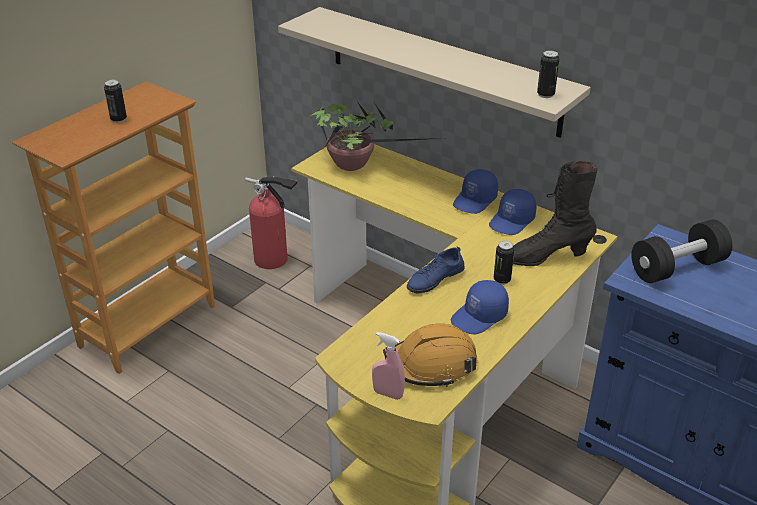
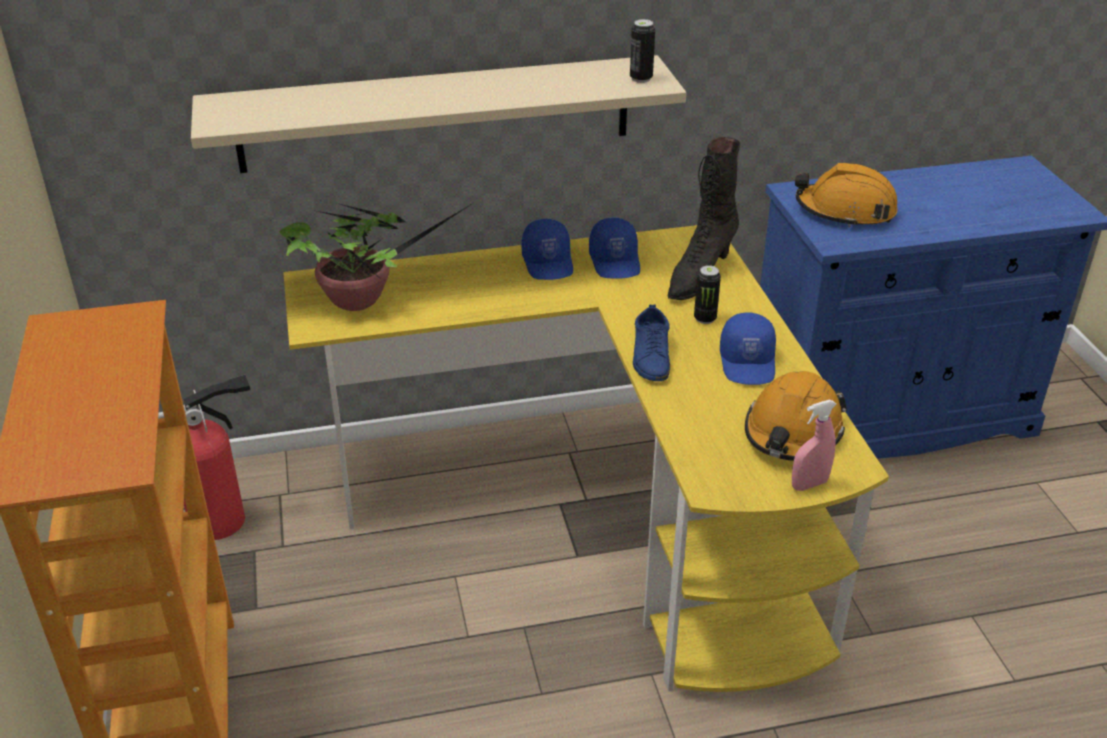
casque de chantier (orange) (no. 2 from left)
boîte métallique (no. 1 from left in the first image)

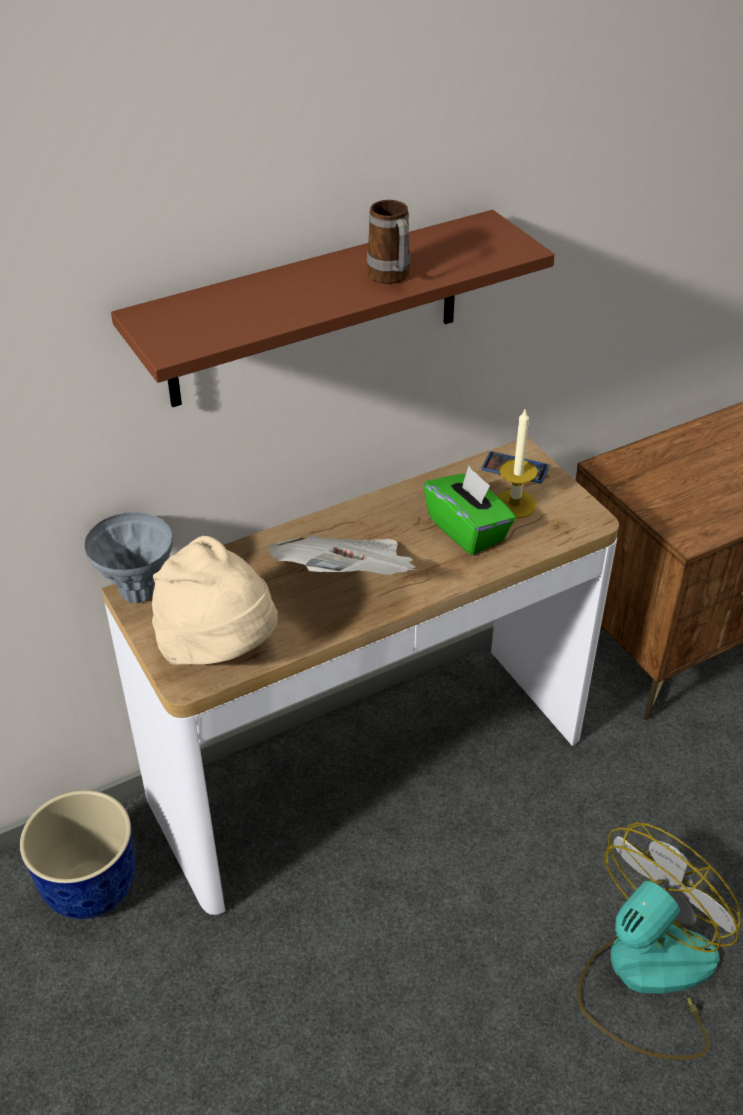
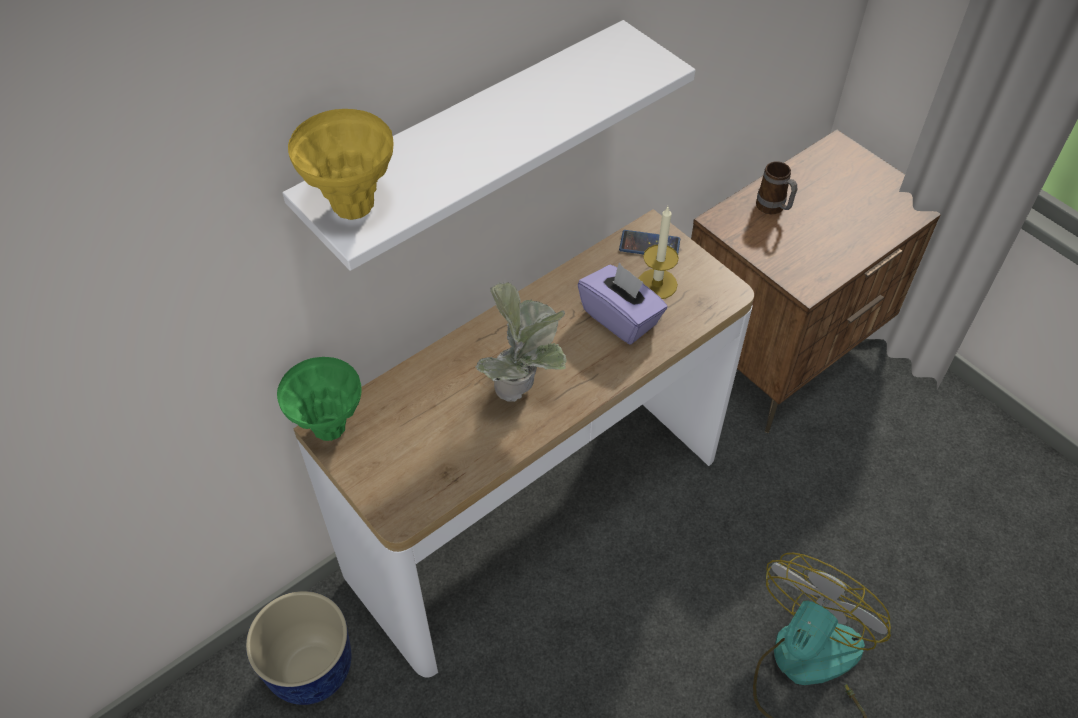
vase (vert)
étagère (blanc)
vase (jaune)
plante en pot
boîte à mouchoirs (violet)
mug
chapeau (beige)

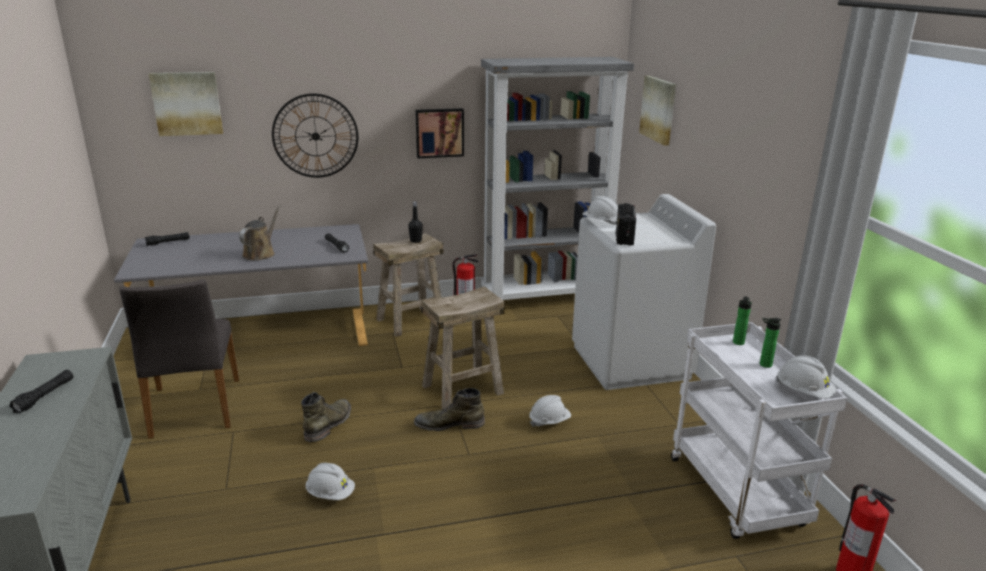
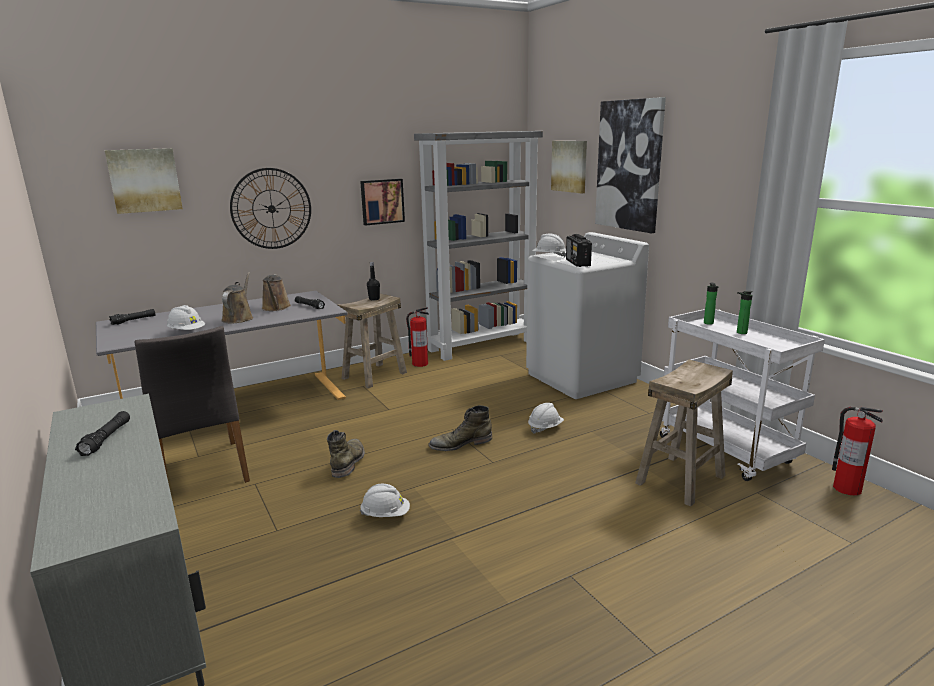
casque de chantier (blanc) (no. 1 from left)
arrosoir (marron) (no. 2 from left)
tableau (no. 4 from left)
tabouret (beige) (no. 2 from left)

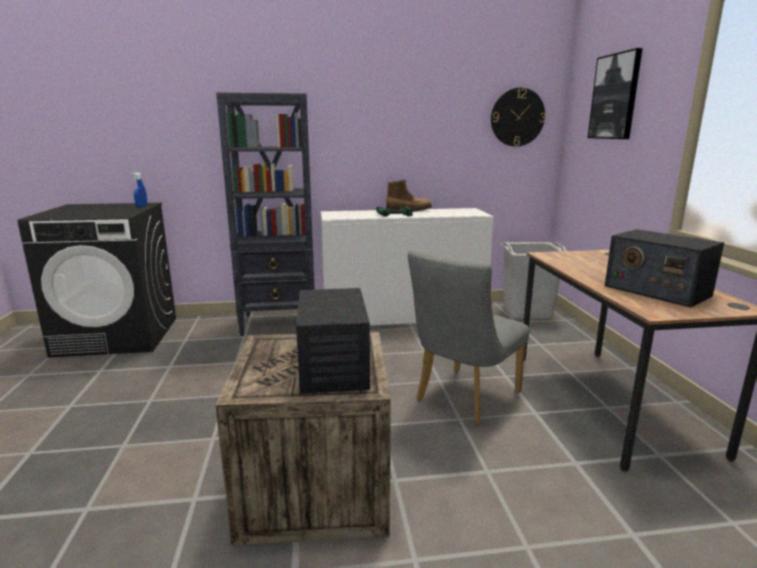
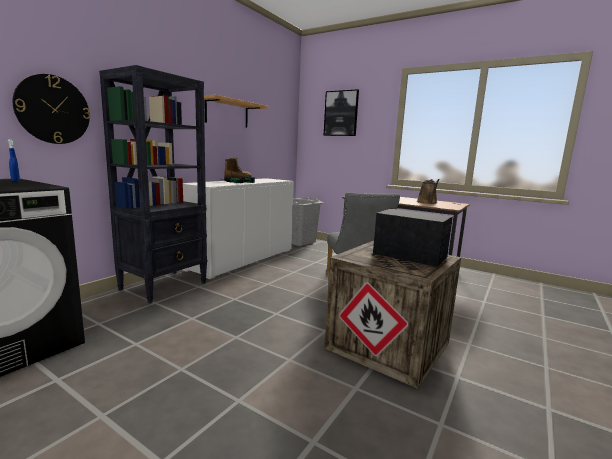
horloge murale
étagère
arrosoir (marron)

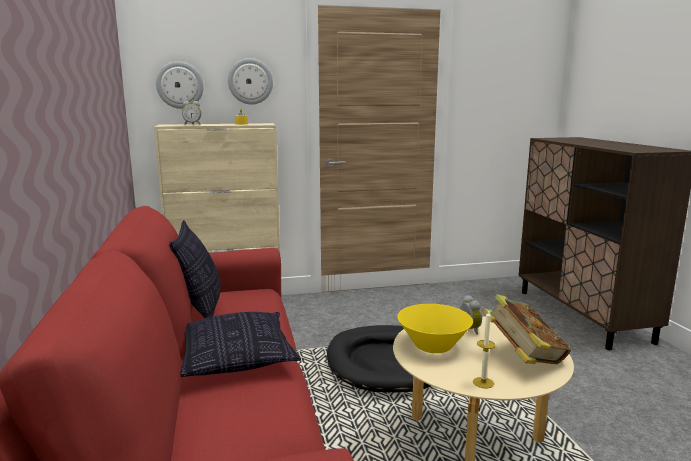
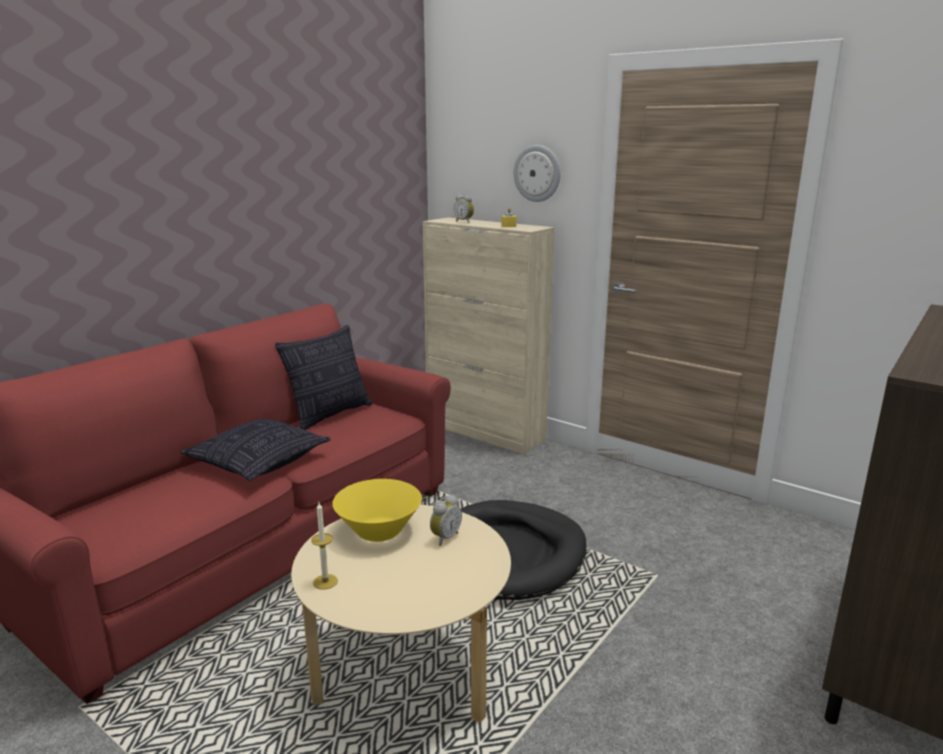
horloge murale (no. 1 from left in the first image)
livre

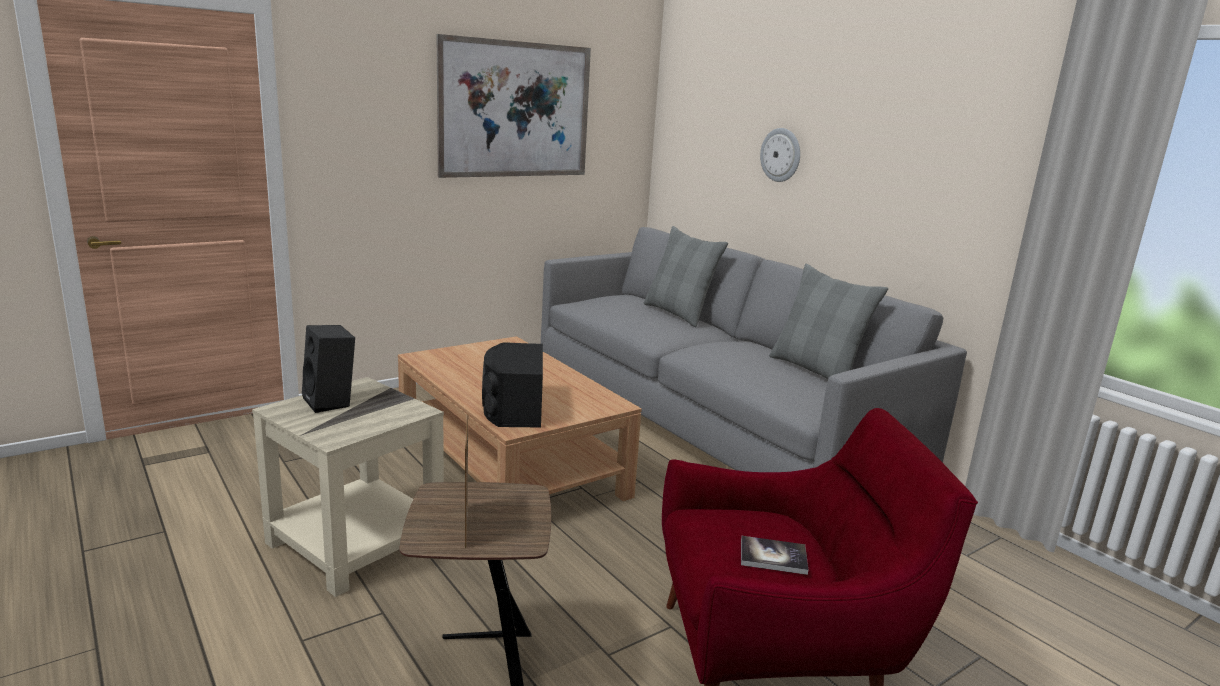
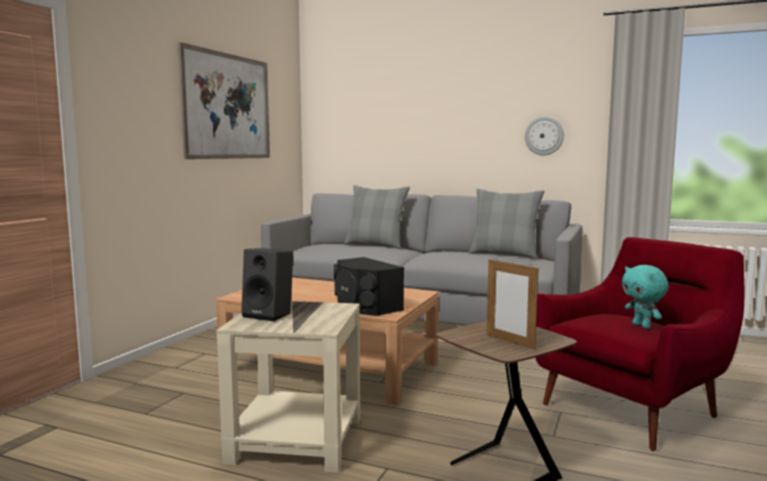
horloge murale
peluche (turquoise)

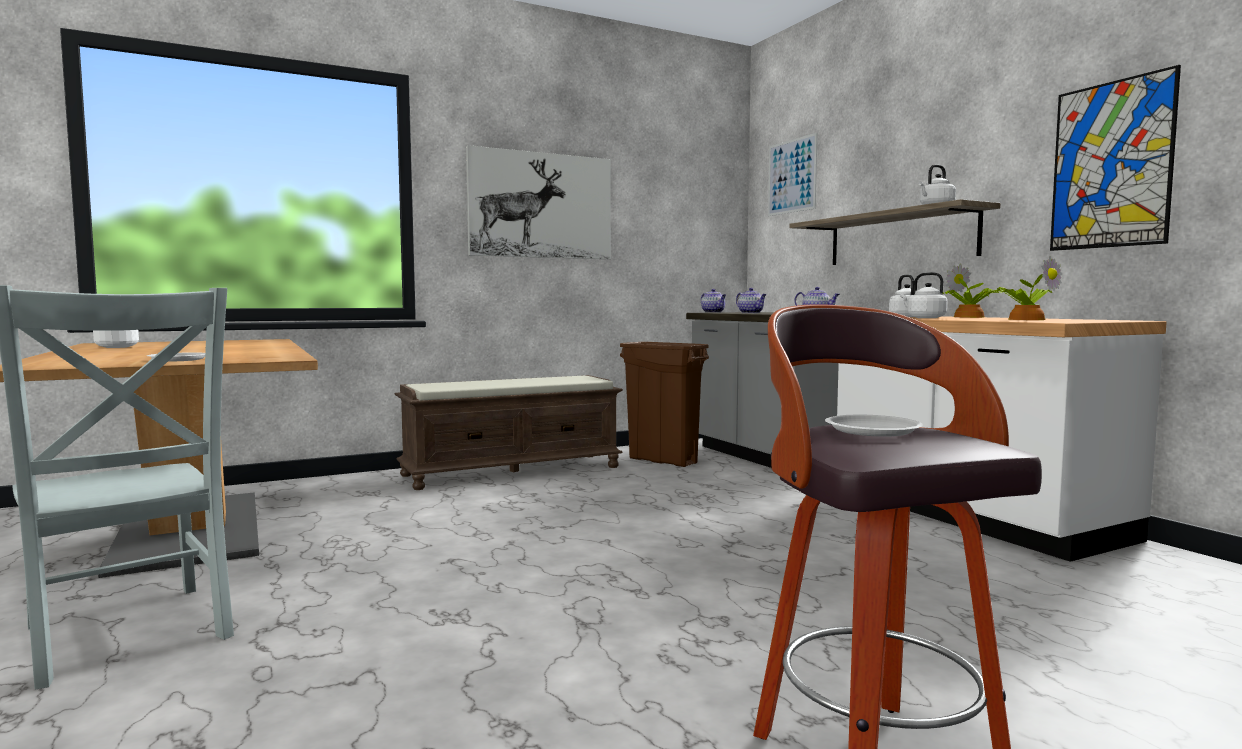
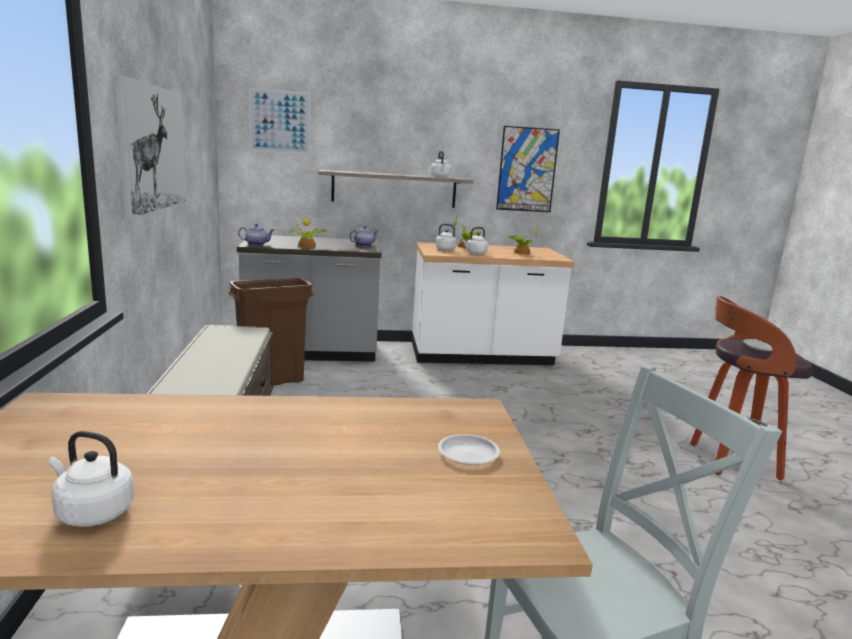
plante en pot (no. 1 from left)

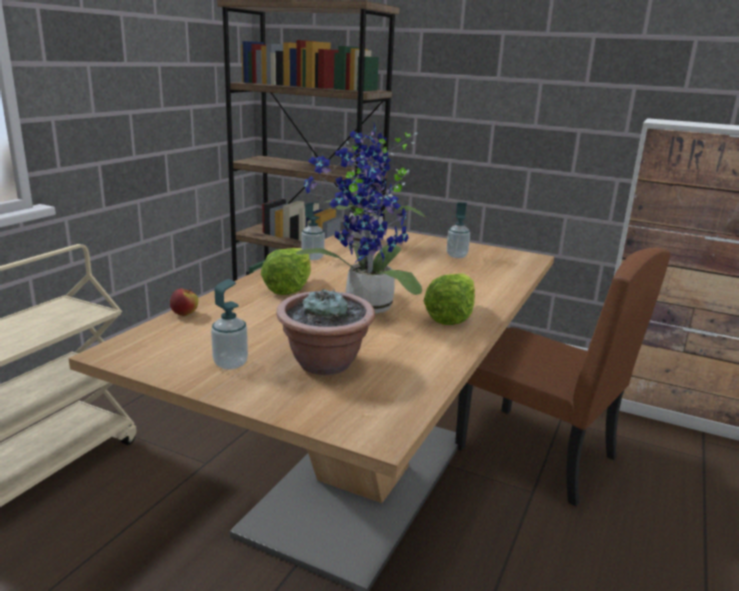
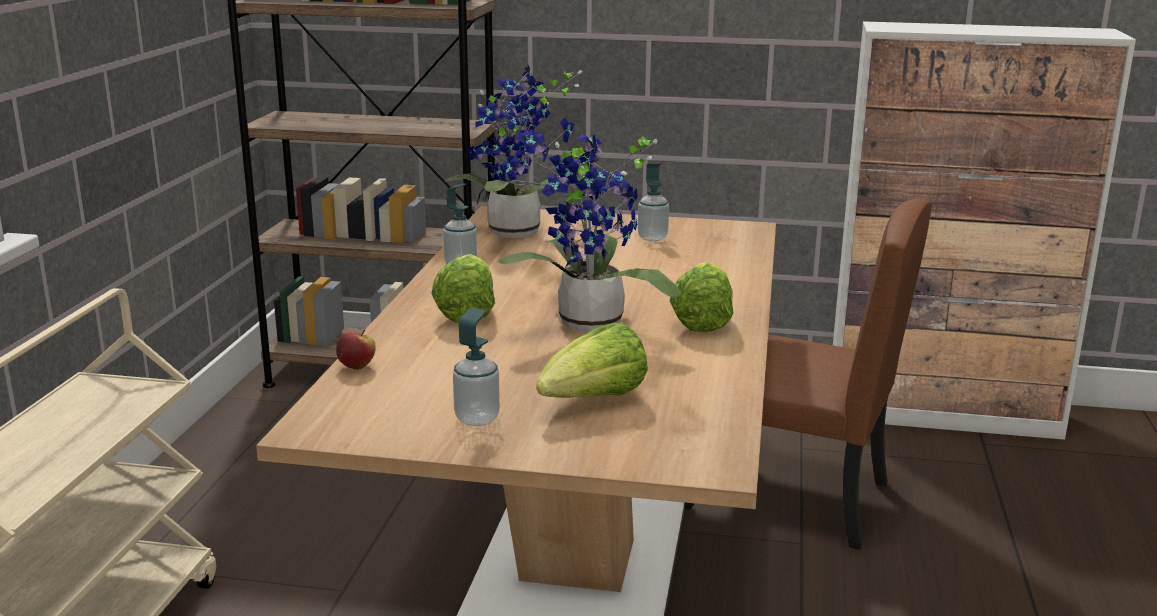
laitue (no. 2 from left)

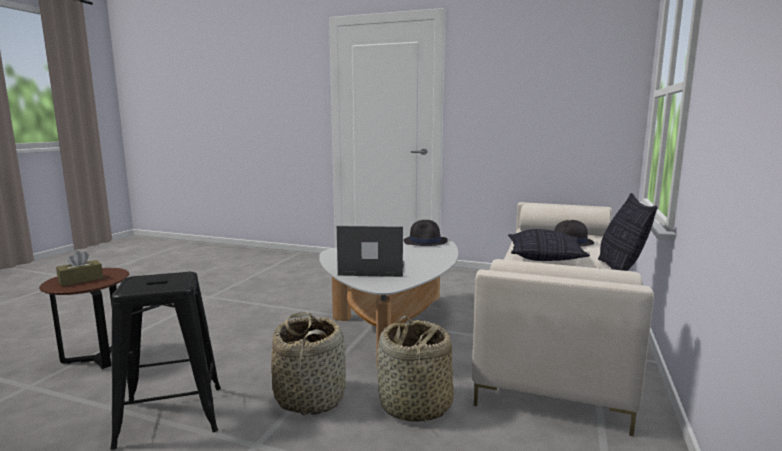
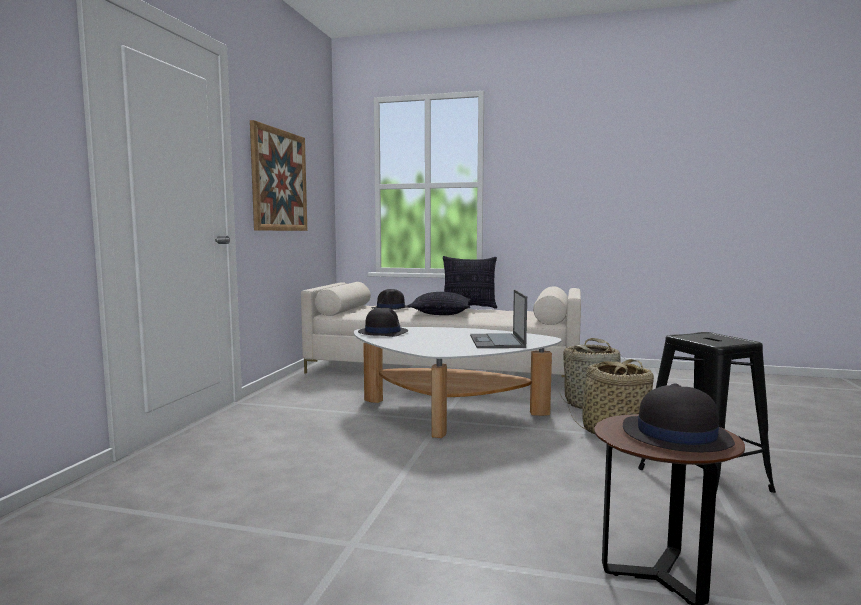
tableau
chapeau (noir) (no. 3 from left)

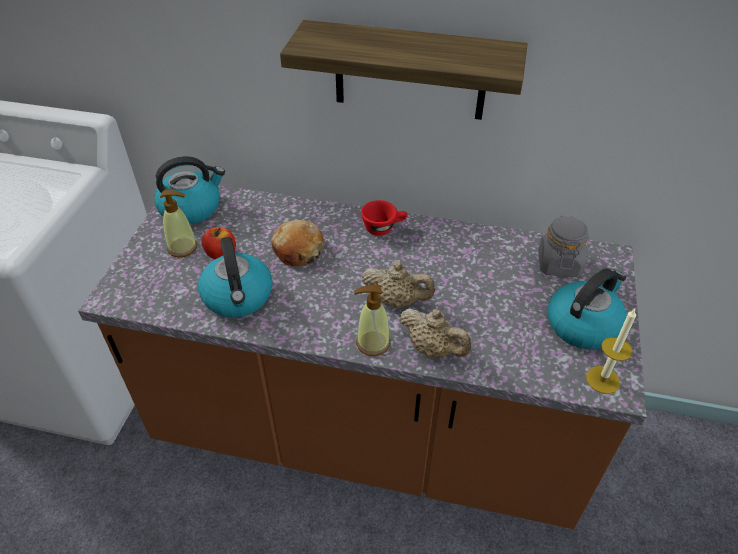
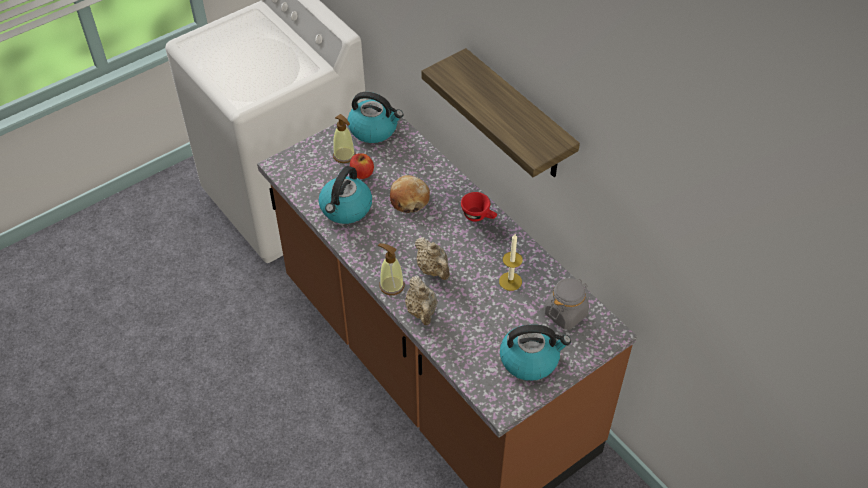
bougie

